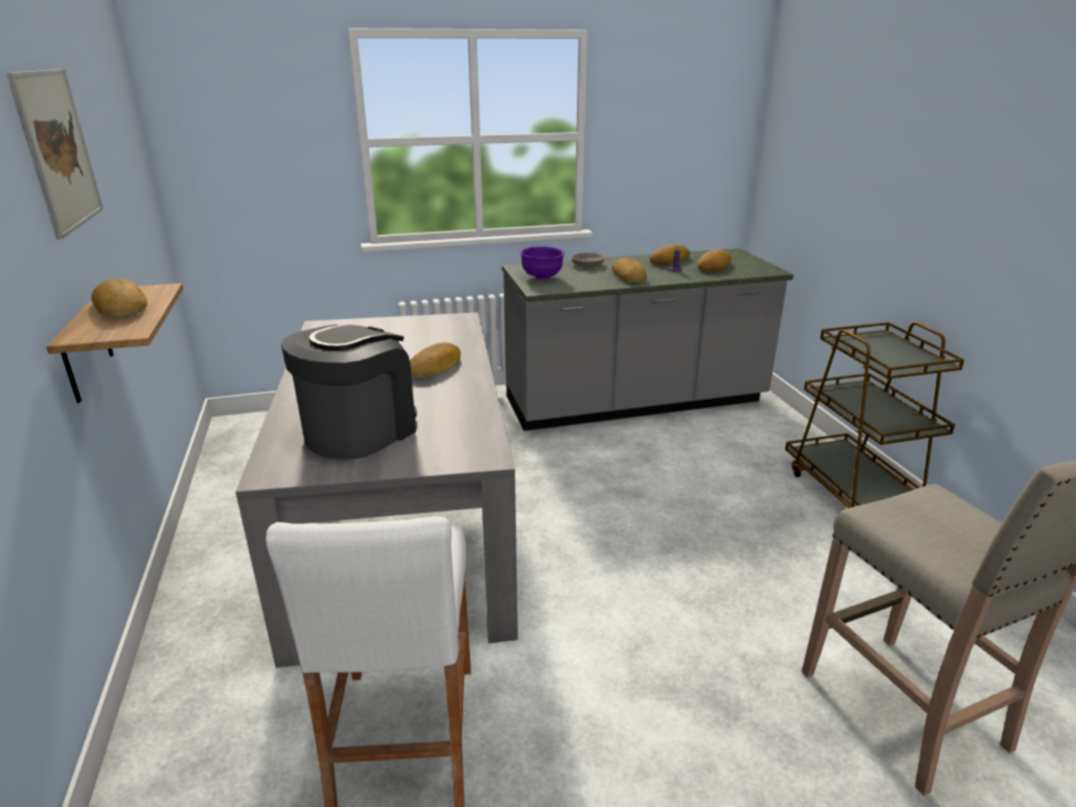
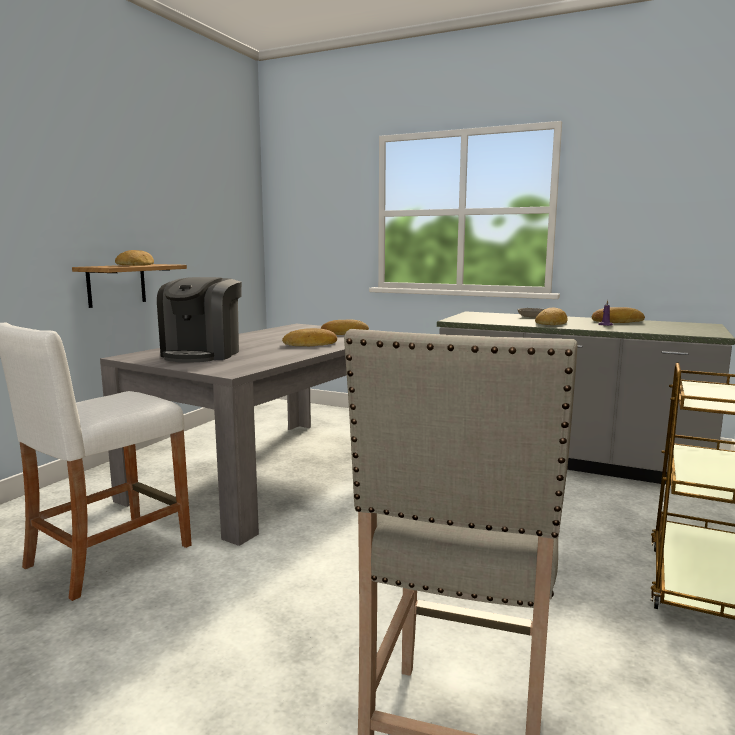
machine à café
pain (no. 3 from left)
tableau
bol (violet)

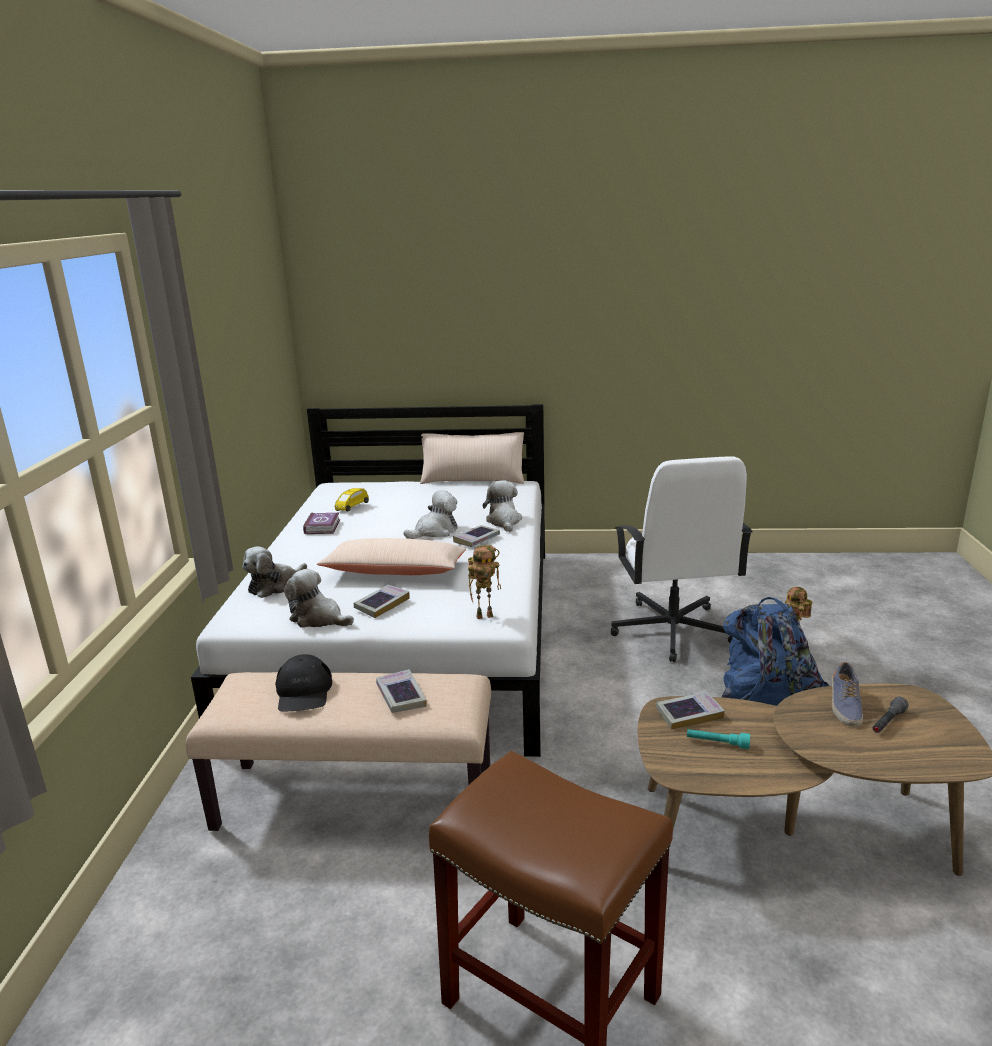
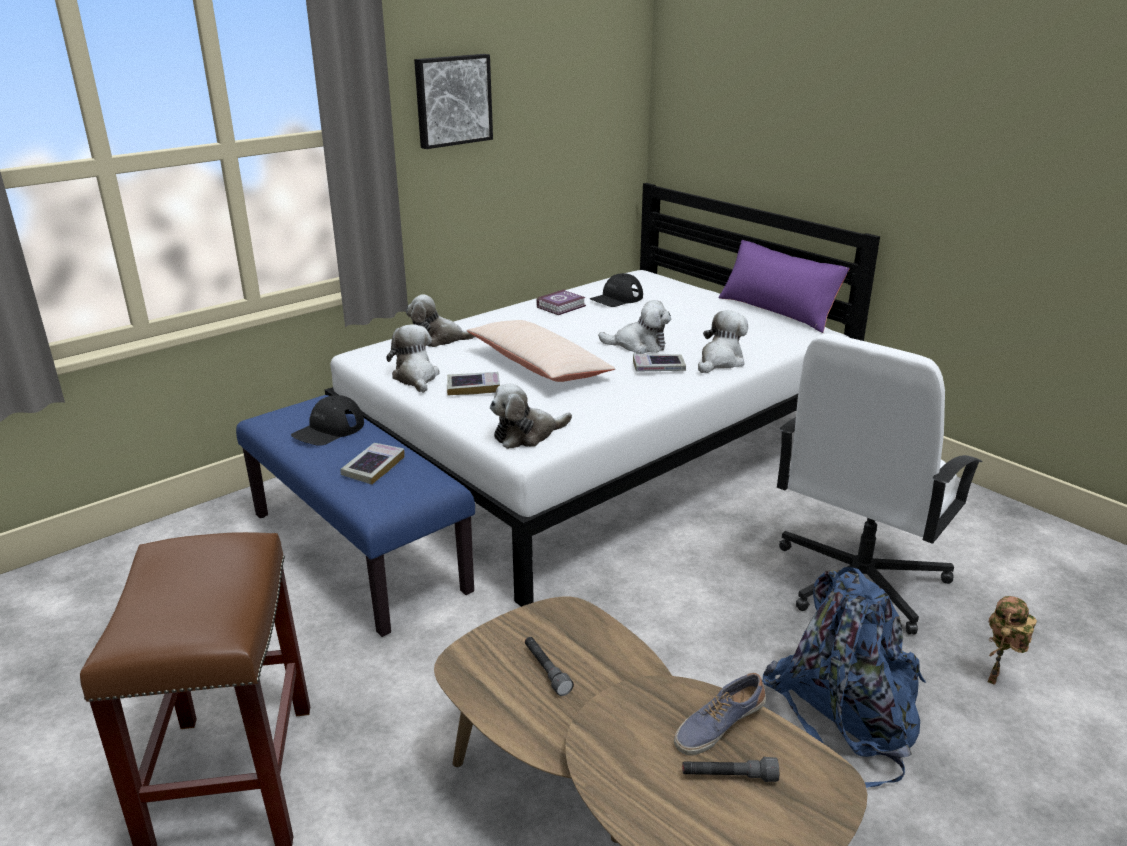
banc (bleu)
tableau
peluche (no. 3 from left)
lampe de poche (gris) (no. 1 from left)
casquette (noir) (no. 2 from left)
coussin (violet)
livre (no. 5 from left in the first image)

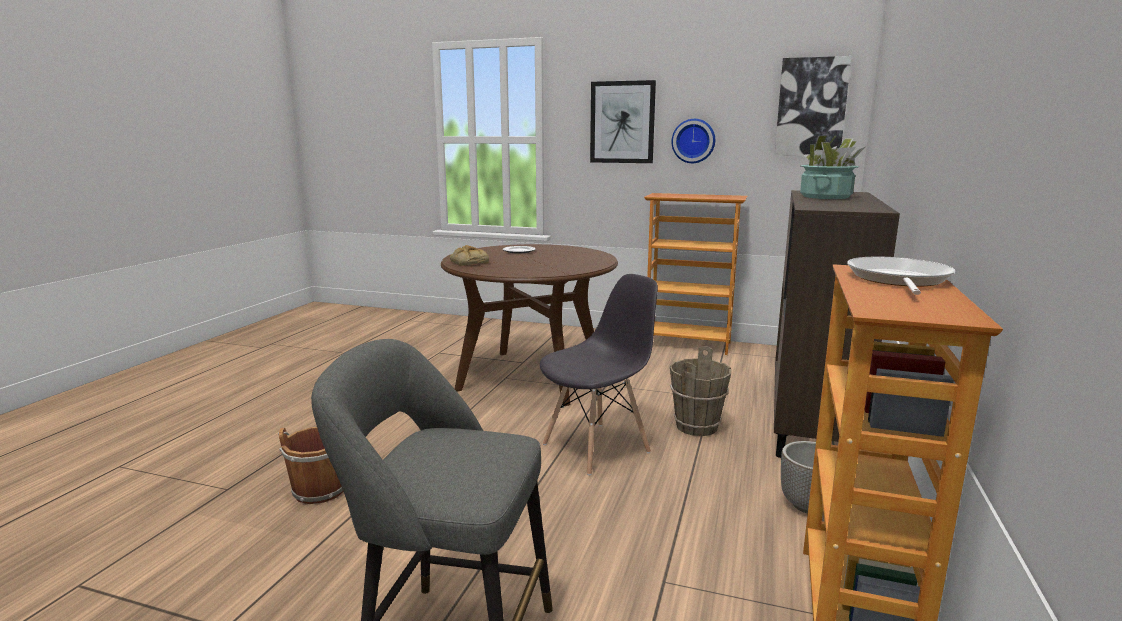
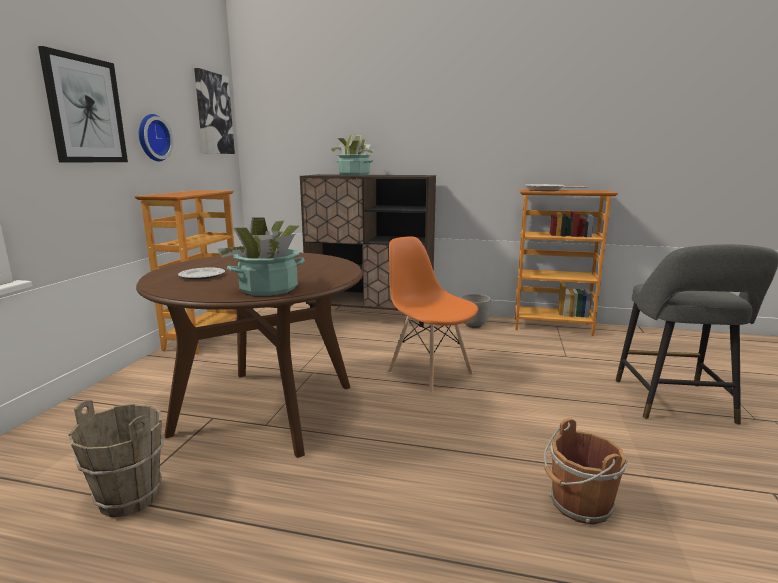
seau (marron) (no. 1 from left)
plante en pot (no. 1 from left)
chaise (orange)

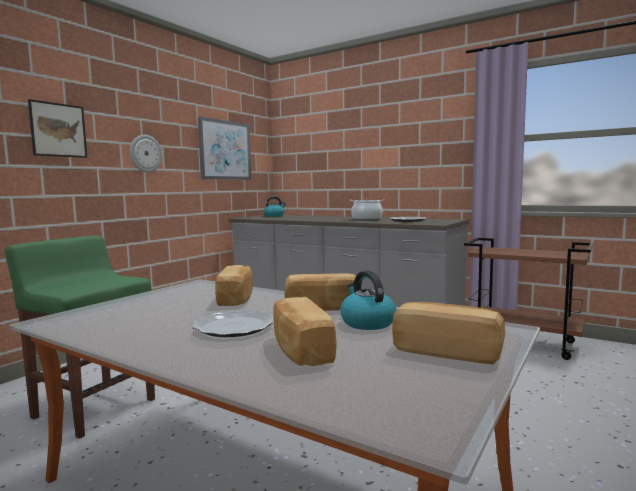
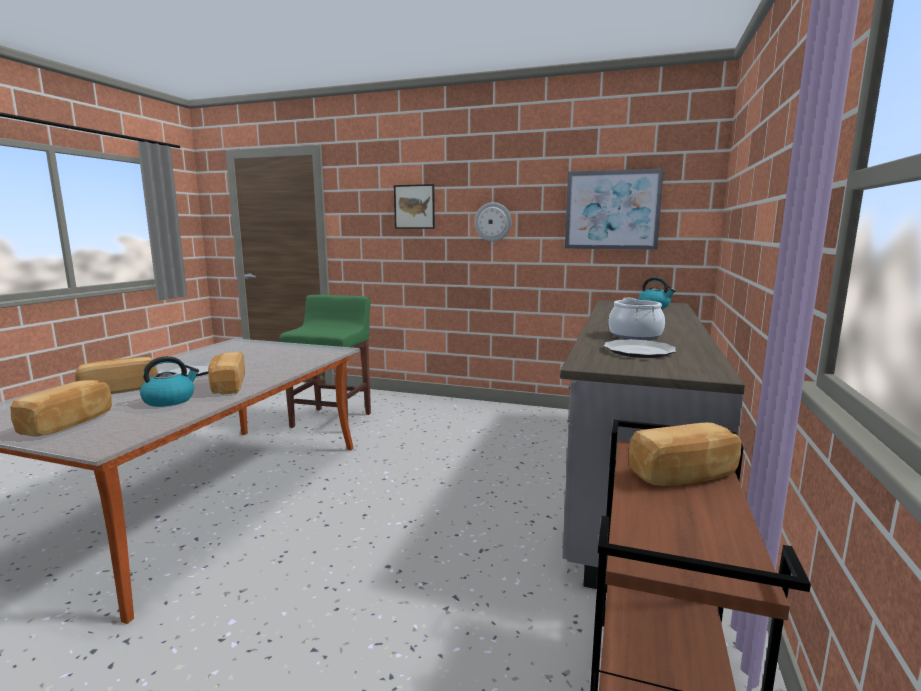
pain (no. 4 from left)

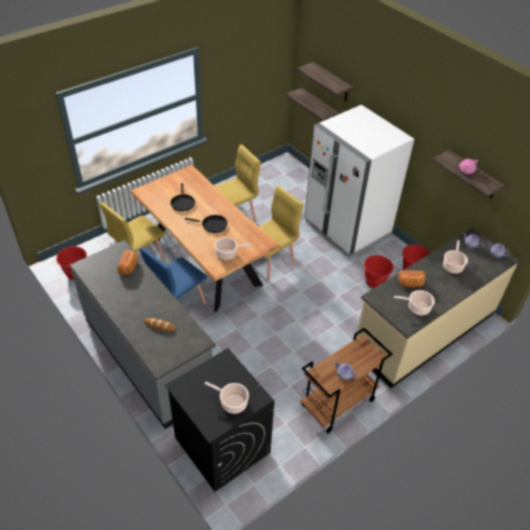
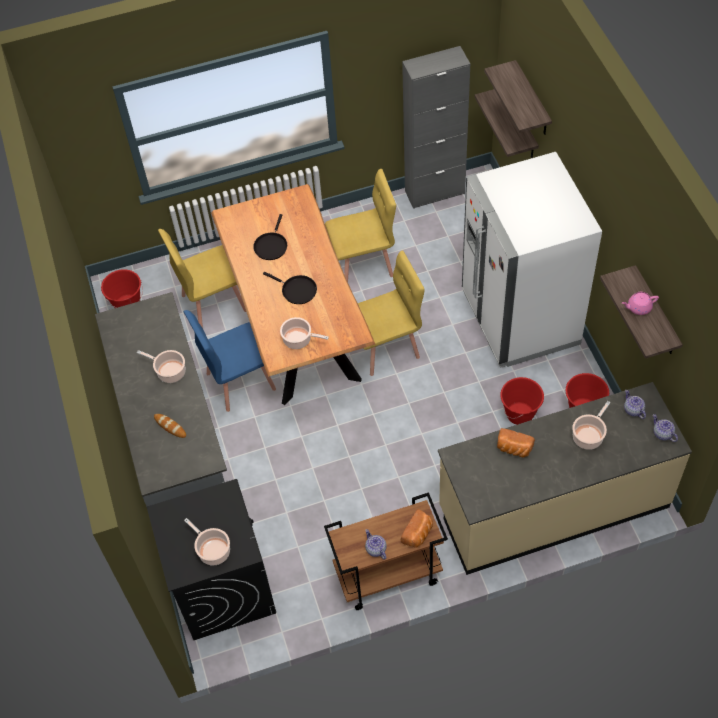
marmite (no. 1 from left)
pain (no. 2 from left)
meuble de rangement (gris)

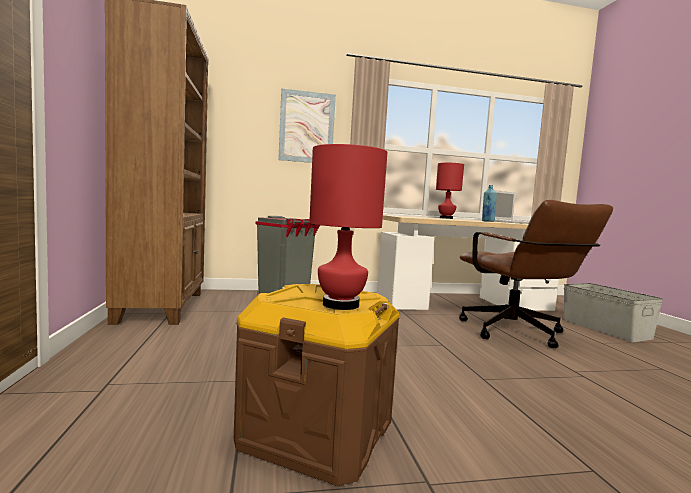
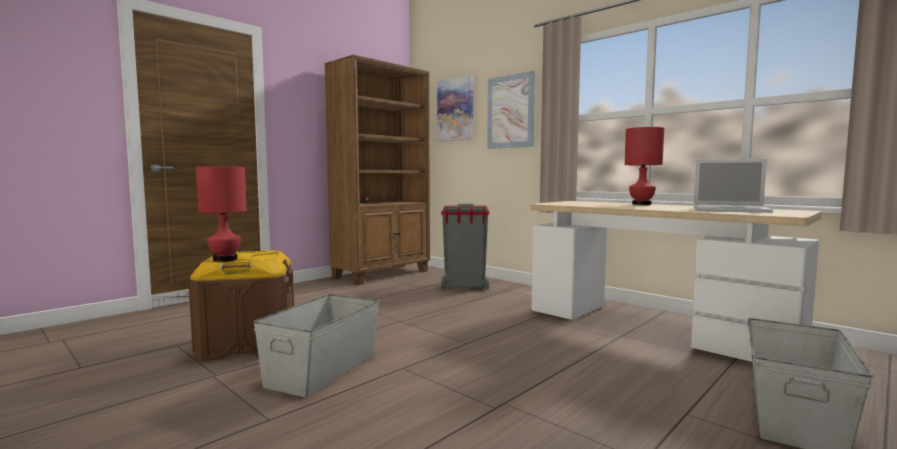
boîte de rangement (gris) (no. 1 from left)
tableau (no. 1 from left)
chaise de bureau (marron)
bouteille (bleu)

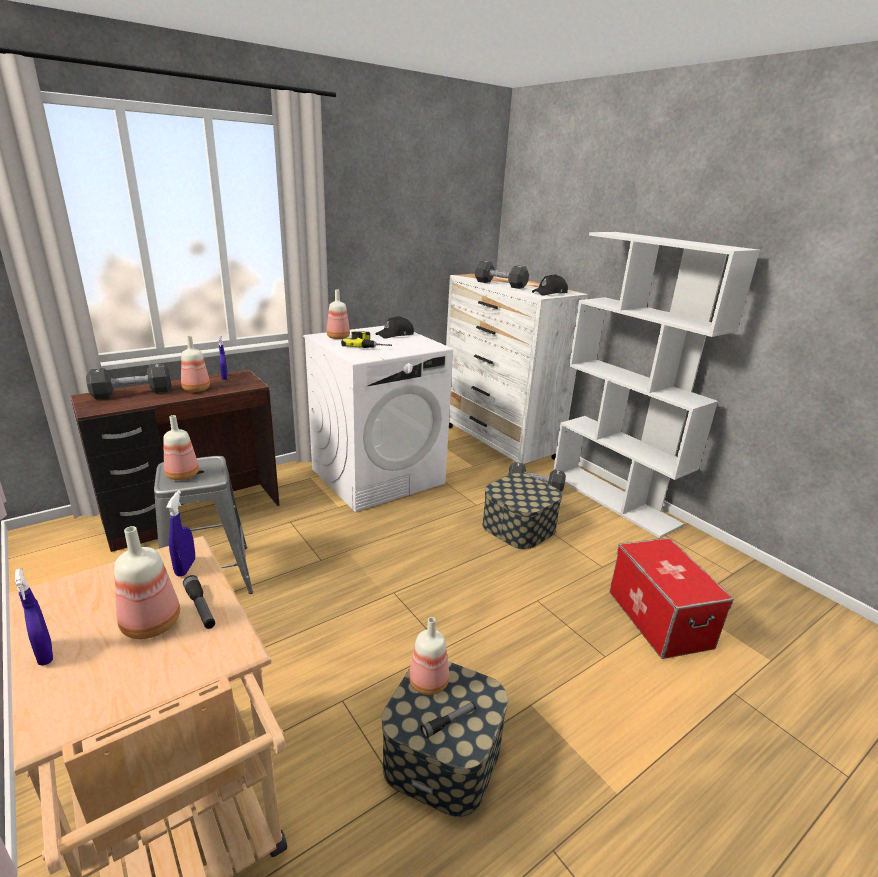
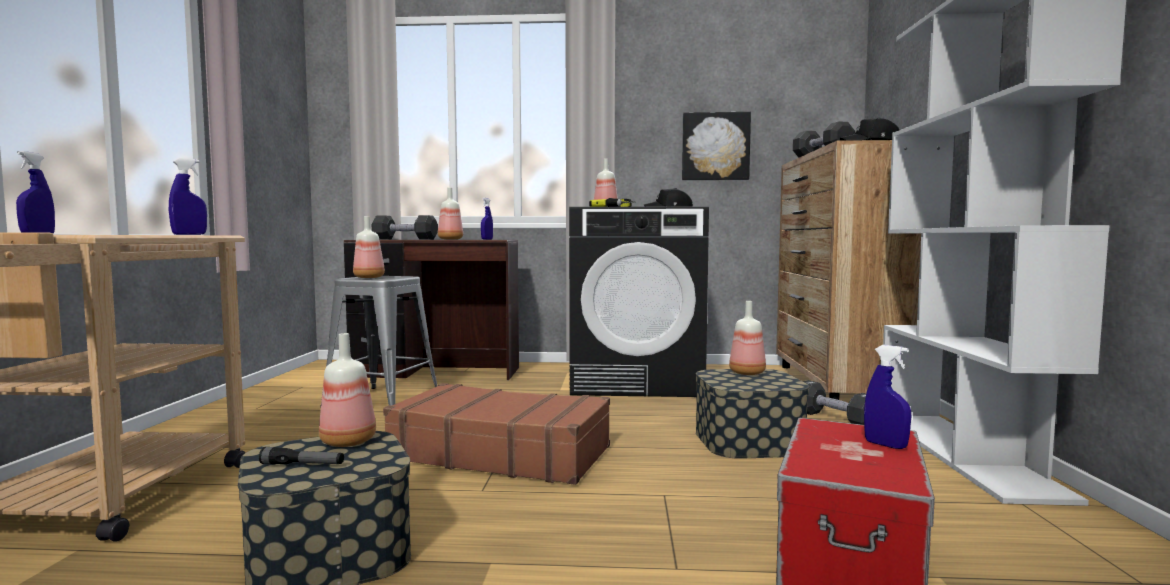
valise (marron)
lave-linge (noir)
tableau
bouteille (no. 5 from left)
commode (marron)
vaporisateur (bleu) (no. 4 from left)
lampe de poche (no. 1 from left in the first image)

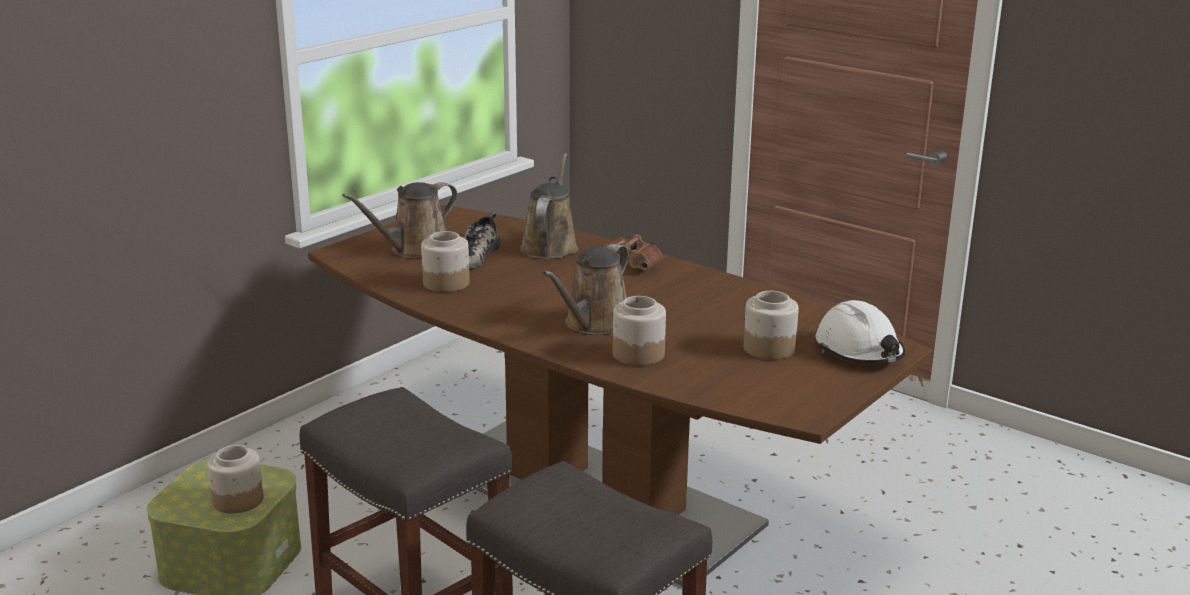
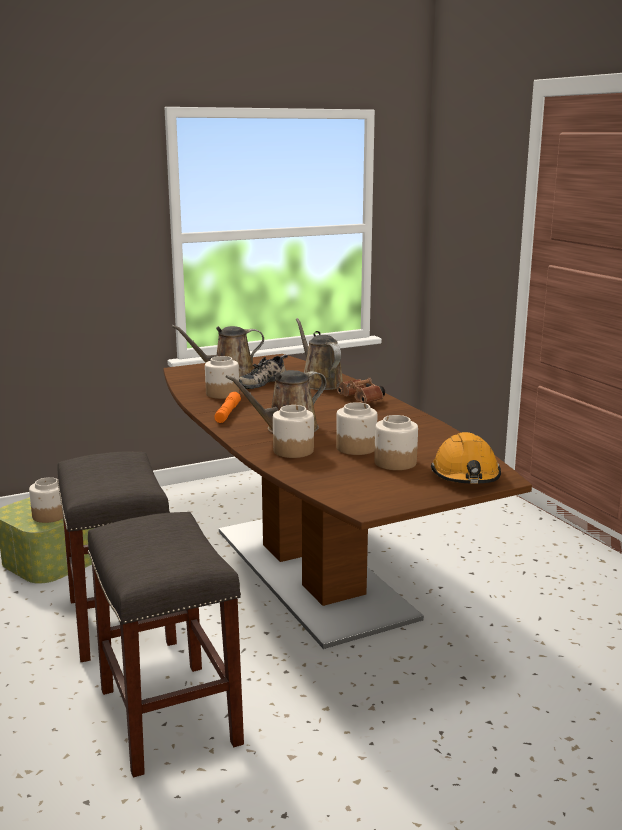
lampe de poche (orange)
arrosoir (marron) (no. 3 from left)
bocal (no. 4 from left)
casque de chantier (orange)

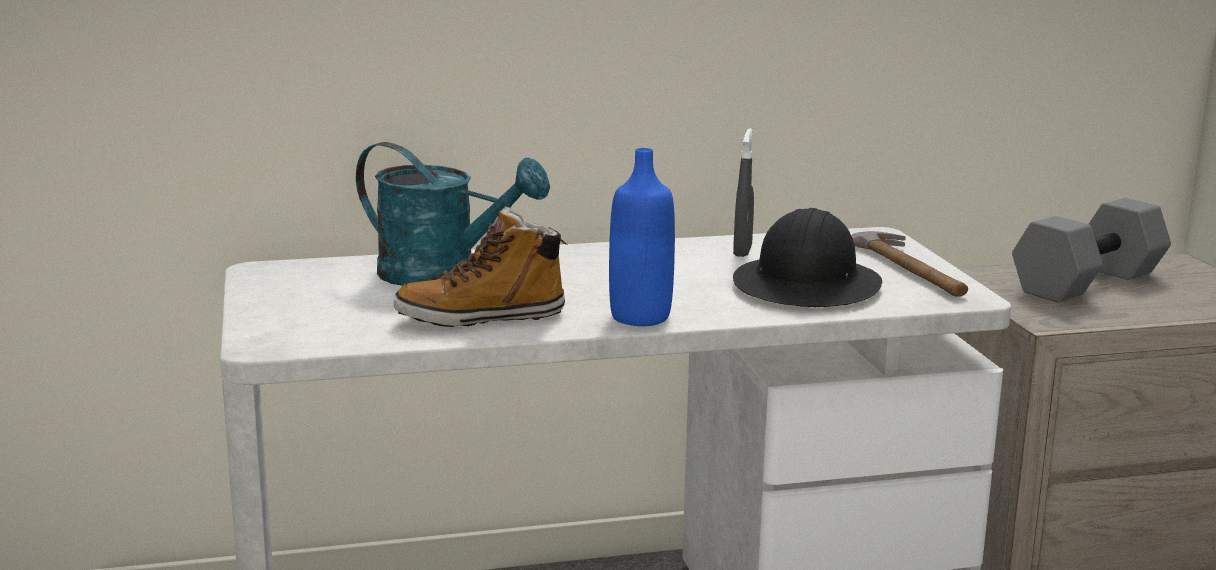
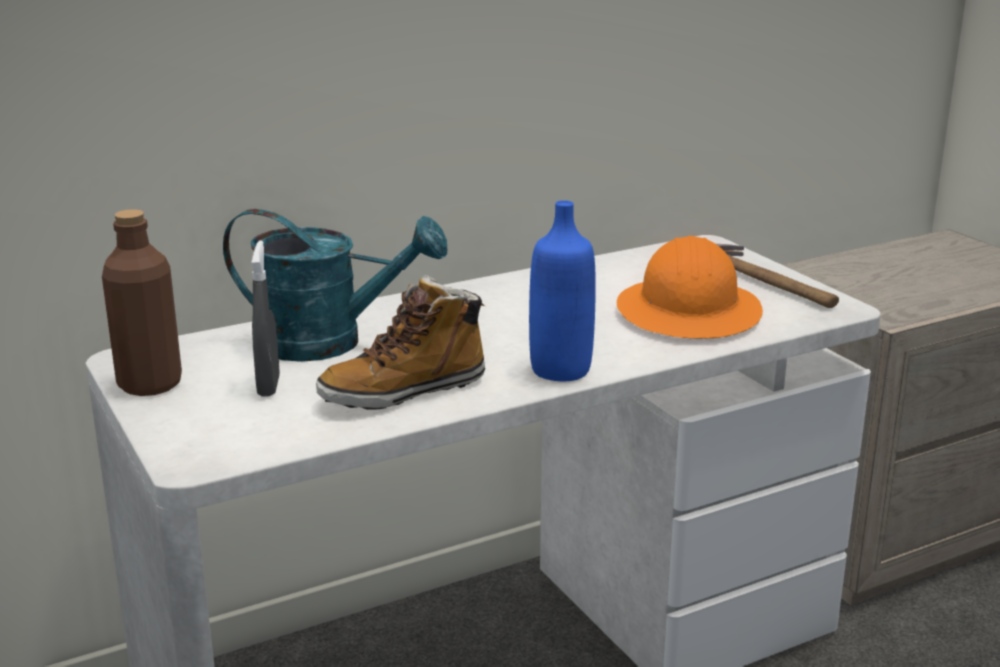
bouteille (marron)
vaporisateur (gris)
casque de chantier (orange)
haltère (gris)

